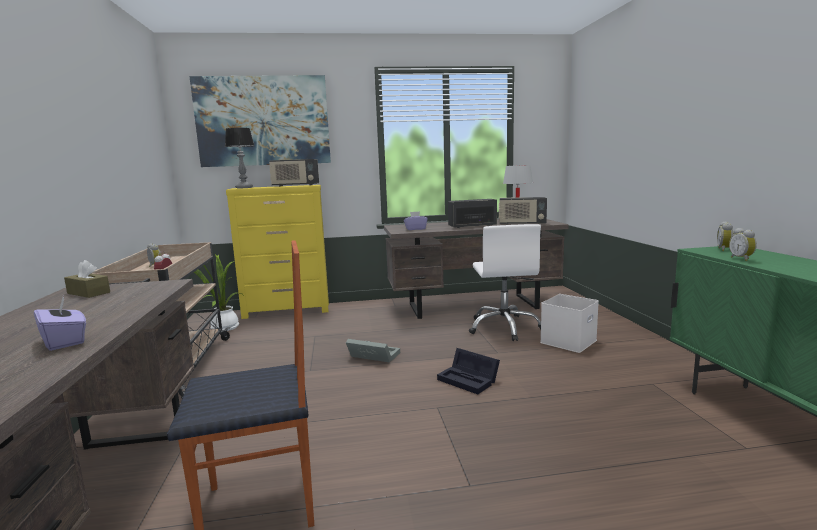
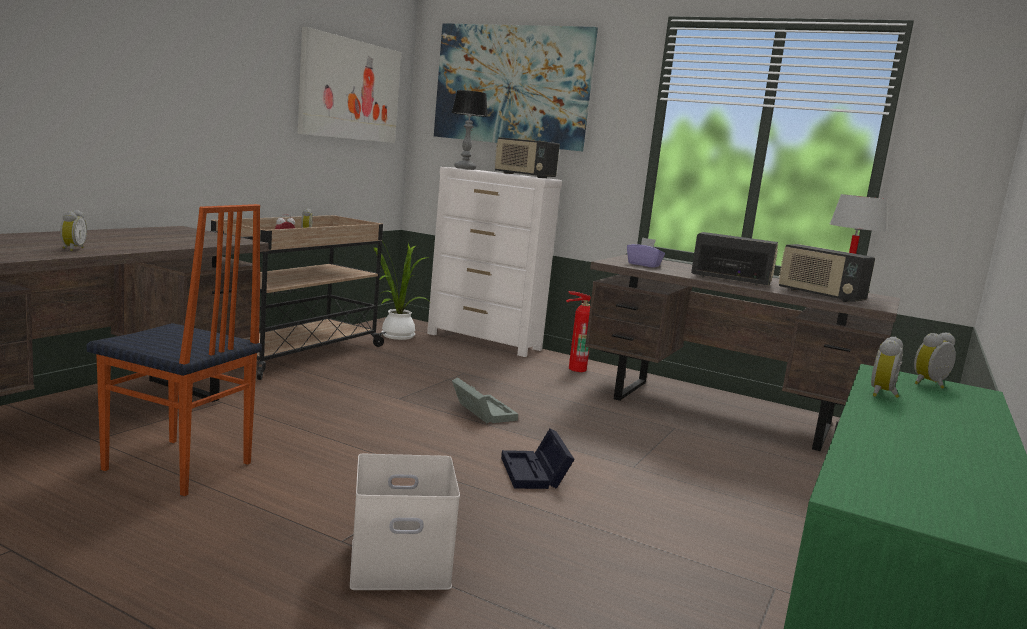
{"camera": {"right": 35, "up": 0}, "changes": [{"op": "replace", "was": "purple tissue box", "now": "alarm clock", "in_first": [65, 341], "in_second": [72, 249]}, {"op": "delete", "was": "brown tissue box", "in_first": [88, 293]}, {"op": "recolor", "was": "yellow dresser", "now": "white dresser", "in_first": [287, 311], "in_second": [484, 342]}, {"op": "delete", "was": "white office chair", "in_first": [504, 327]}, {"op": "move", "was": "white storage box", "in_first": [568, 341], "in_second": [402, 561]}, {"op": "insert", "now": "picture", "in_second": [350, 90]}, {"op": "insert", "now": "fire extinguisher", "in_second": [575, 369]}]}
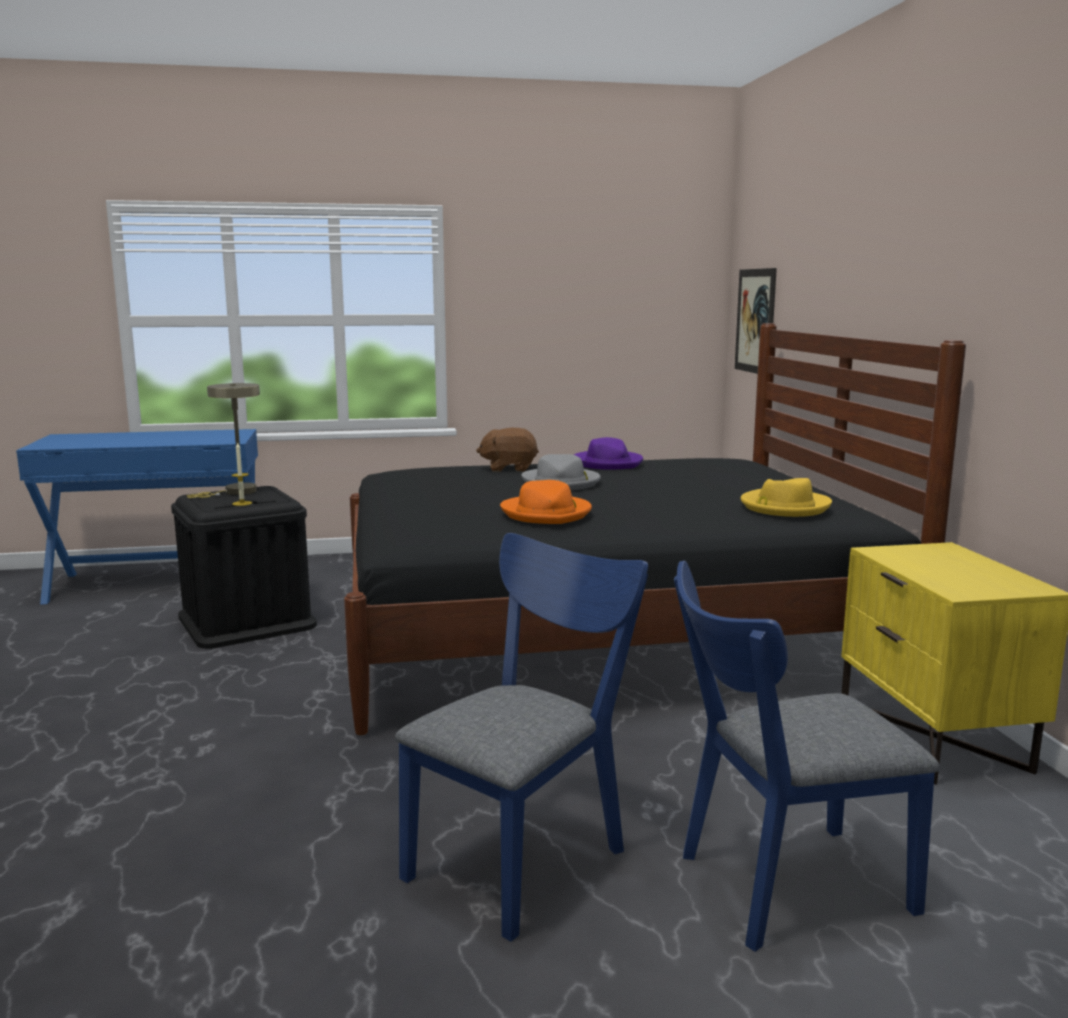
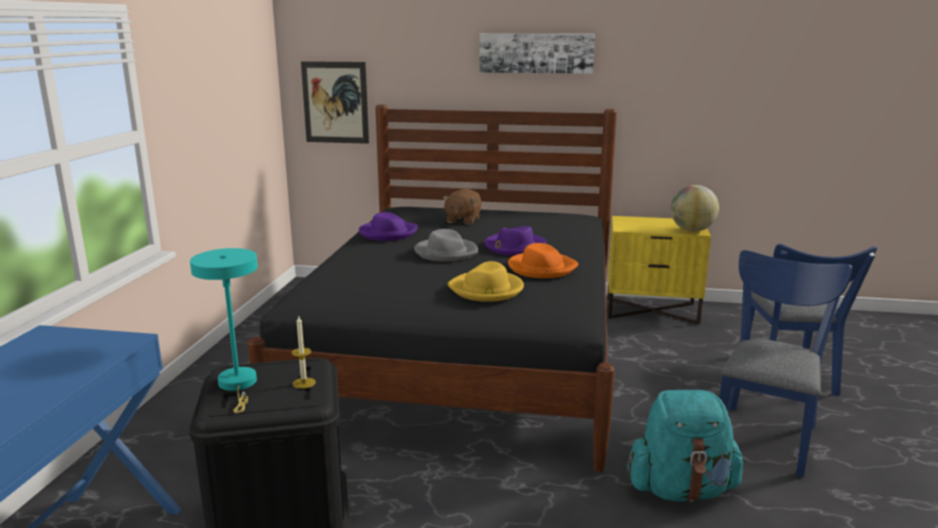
{"camera": {"right": -70, "up": 5}, "changes": [{"op": "recolor", "was": "beige table lamp", "now": "turquoise table lamp", "in_first": [235, 492], "in_second": [238, 385]}, {"op": "rotate", "was": "blue chair", "in_first": [525, 855], "in_second": [765, 434], "clockwise": 60}, {"op": "move", "was": "brown plush toy", "in_first": [509, 468], "in_second": [462, 220]}, {"op": "move", "was": "yellow hat", "in_first": [784, 507], "in_second": [486, 289]}, {"op": "insert", "now": "picture", "in_second": [536, 53]}, {"op": "insert", "now": "purple hat", "in_second": [514, 247]}, {"op": "insert", "now": "turquoise backpack", "in_second": [681, 489]}, {"op": "insert", "now": "globe", "in_second": [692, 230]}]}
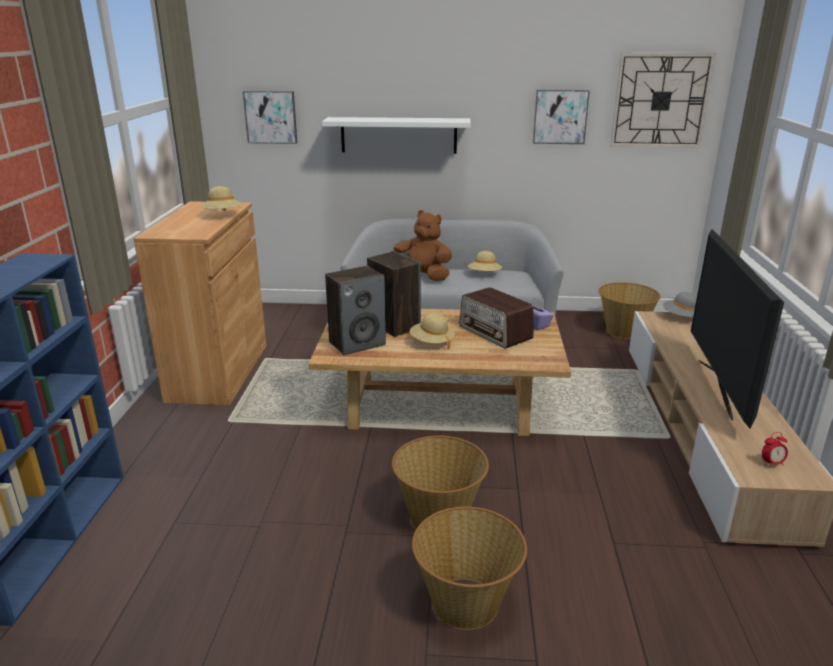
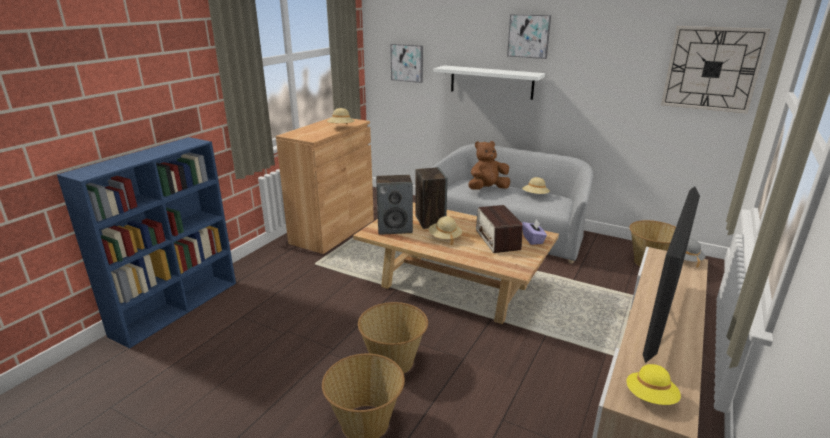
{"camera": {"right": 25, "up": 0}, "changes": [{"op": "rotate", "was": "brown plush toy", "in_first": [422, 276], "in_second": [487, 189], "clockwise": -75}, {"op": "move", "was": "picture", "in_first": [560, 116], "in_second": [529, 36]}, {"op": "replace", "was": "alarm clock", "now": "yellow hat", "in_first": [772, 464], "in_second": [650, 397]}]}
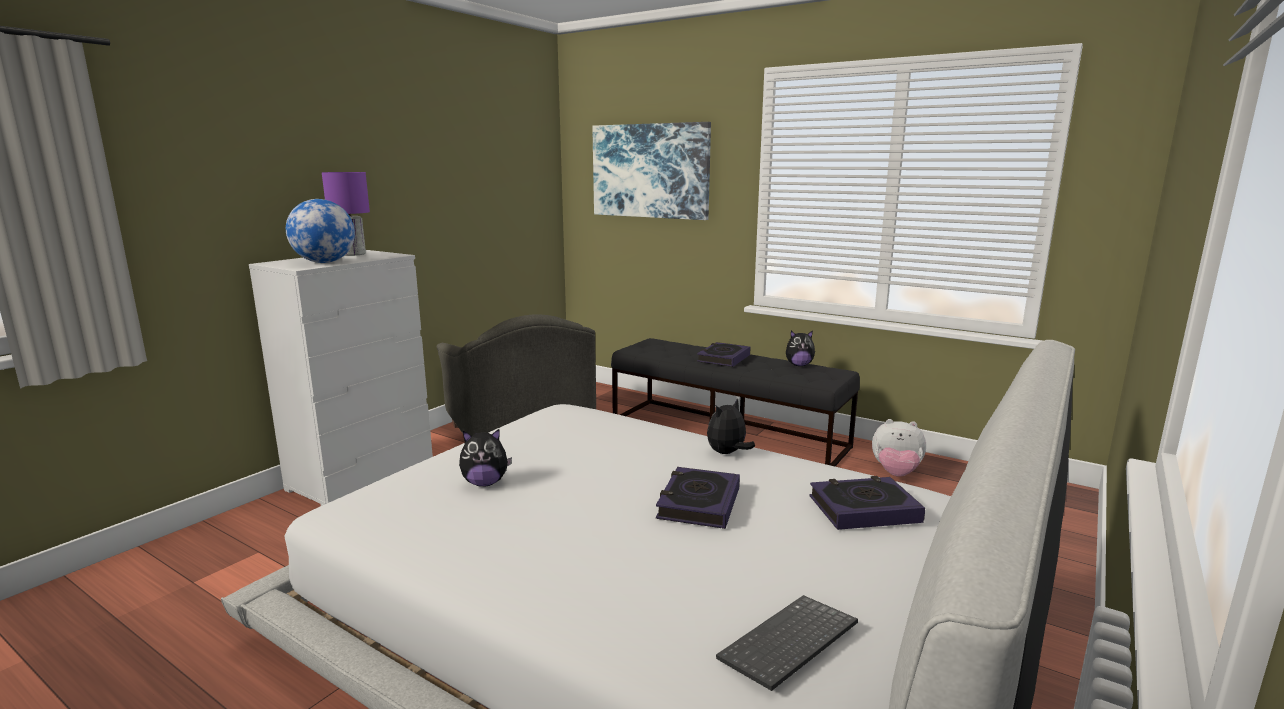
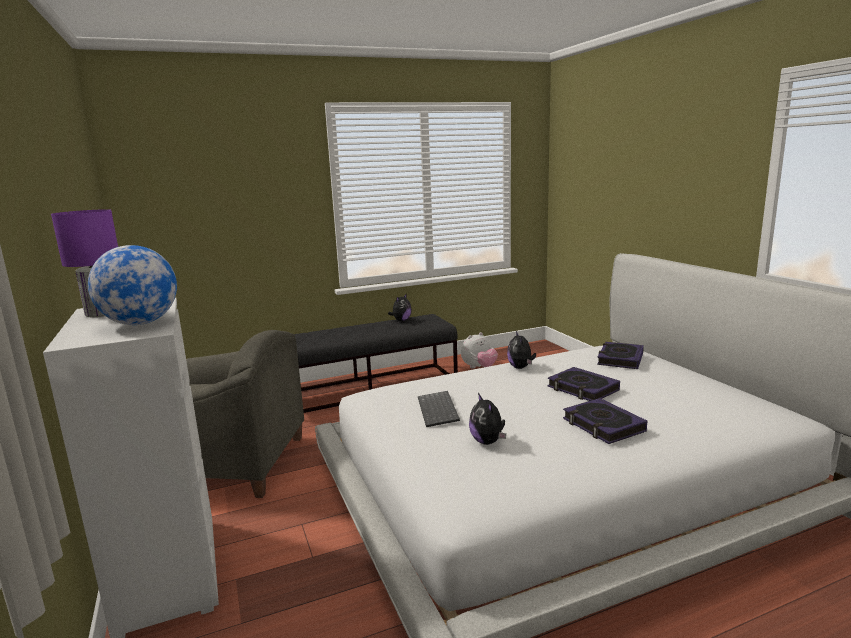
{"camera": {"right": -55, "up": 0}, "changes": [{"op": "rotate", "was": "plush toy", "in_first": [485, 483], "in_second": [488, 442], "clockwise": 135}, {"op": "delete", "was": "picture", "in_first": [650, 171]}, {"op": "move", "was": "book", "in_first": [723, 358], "in_second": [603, 425]}, {"op": "move", "was": "keyboard", "in_first": [789, 645], "in_second": [439, 410]}]}
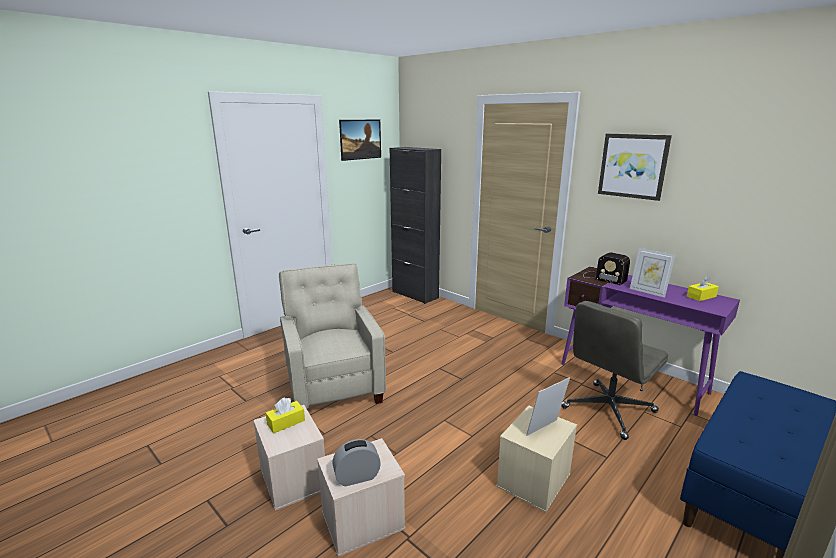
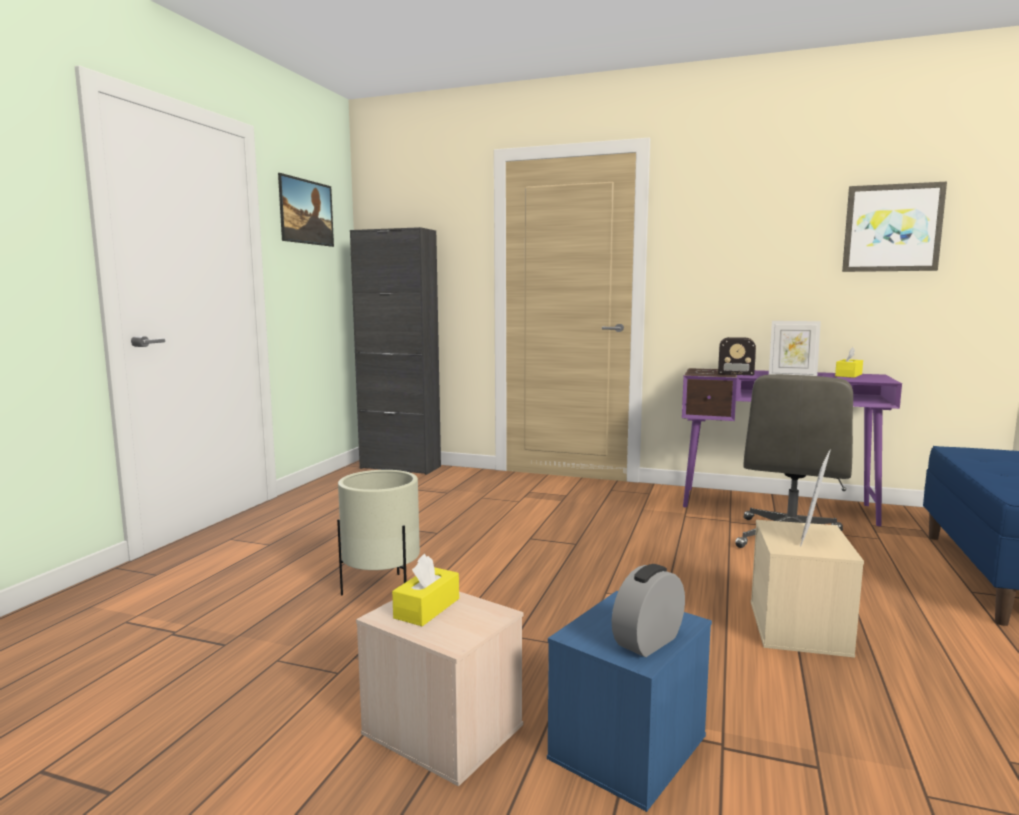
{"camera": {"right": -25, "up": -10}, "changes": [{"op": "replace", "was": "beige armchair", "now": "beige planter", "in_first": [334, 386], "in_second": [382, 590]}, {"op": "recolor", "was": "beige storage box", "now": "blue storage box", "in_first": [362, 521], "in_second": [628, 749]}, {"op": "move", "was": "picture", "in_first": [633, 166], "in_second": [892, 228]}]}
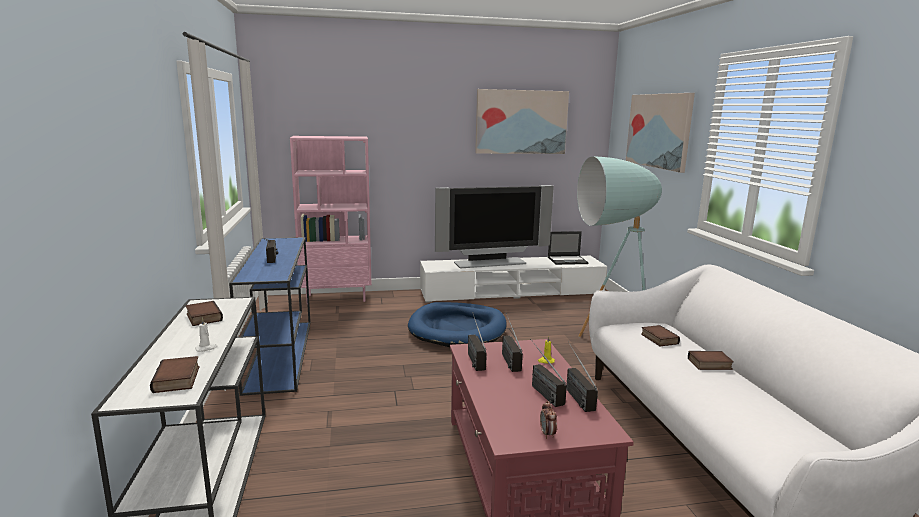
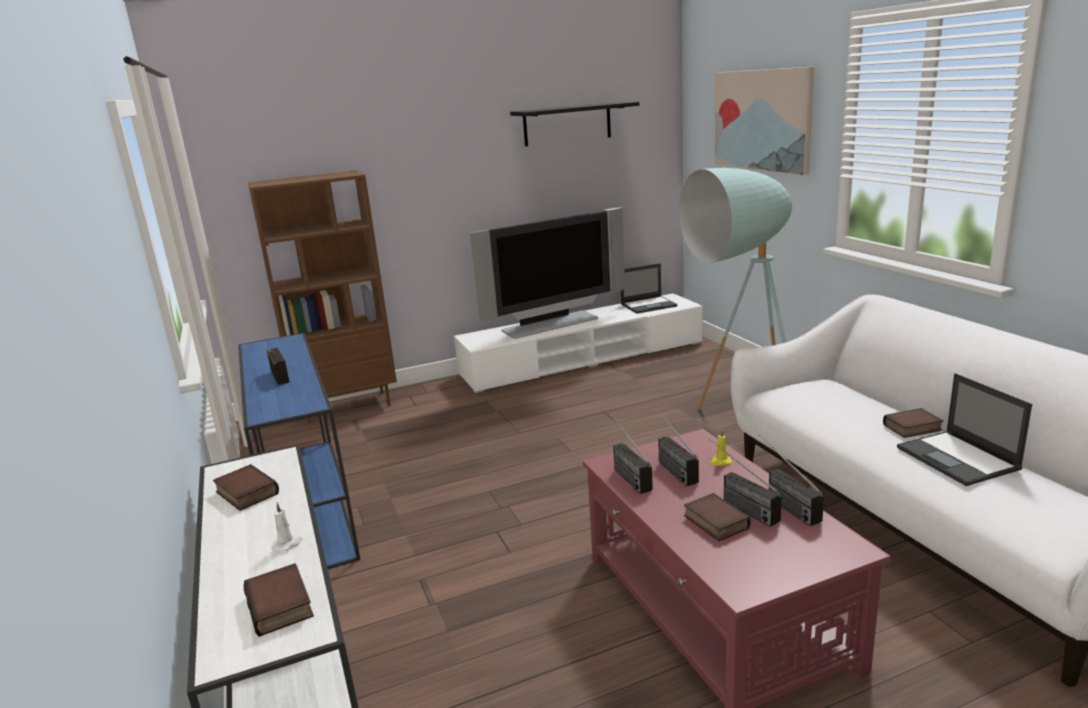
{"camera": {"right": -10, "up": 5}, "changes": [{"op": "recolor", "was": "pink bookcase", "now": "brown bookcase", "in_first": [337, 298], "in_second": [347, 407]}, {"op": "delete", "was": "blue dog bed", "in_first": [457, 329]}, {"op": "replace", "was": "picture", "now": "black shelf", "in_first": [521, 122], "in_second": [567, 124]}, {"op": "delete", "was": "alarm clock", "in_first": [547, 434]}, {"op": "move", "was": "book", "in_first": [658, 339], "in_second": [714, 522]}, {"op": "insert", "now": "laptop", "in_second": [958, 459]}]}
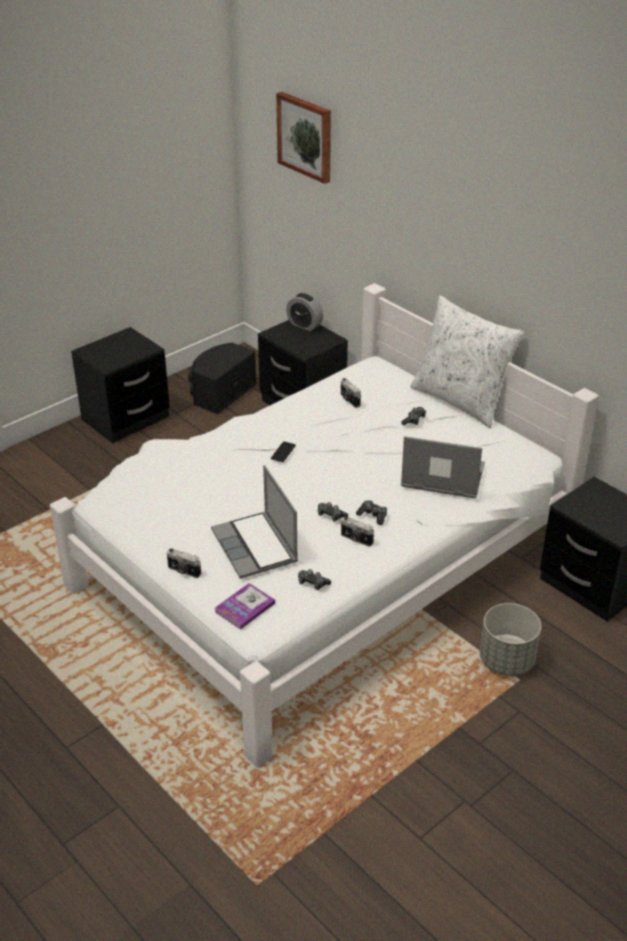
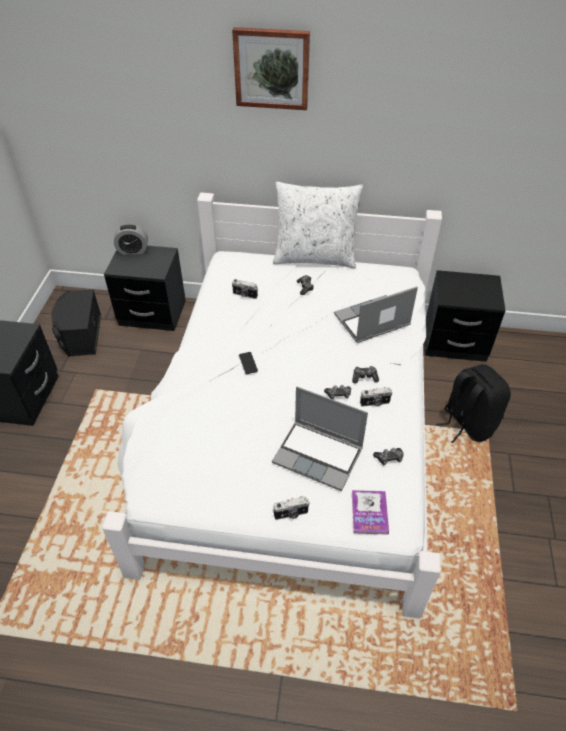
{"camera": {"right": -40, "up": 10}, "changes": [{"op": "move", "was": "picture", "in_first": [305, 136], "in_second": [272, 68]}, {"op": "replace", "was": "grey planter", "now": "black backpack", "in_first": [506, 660], "in_second": [467, 423]}]}
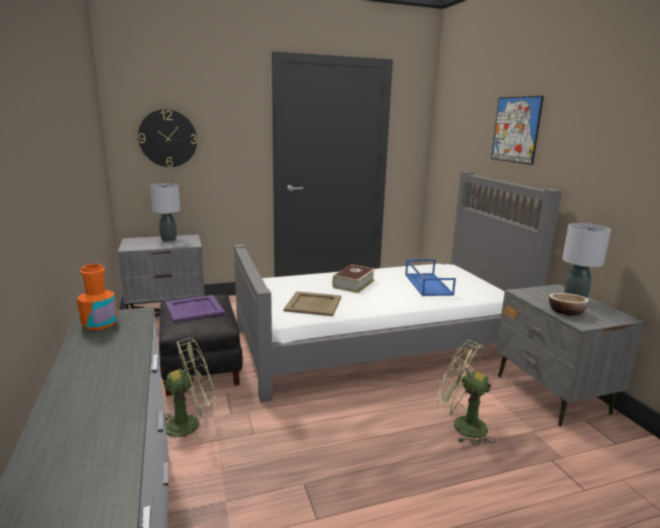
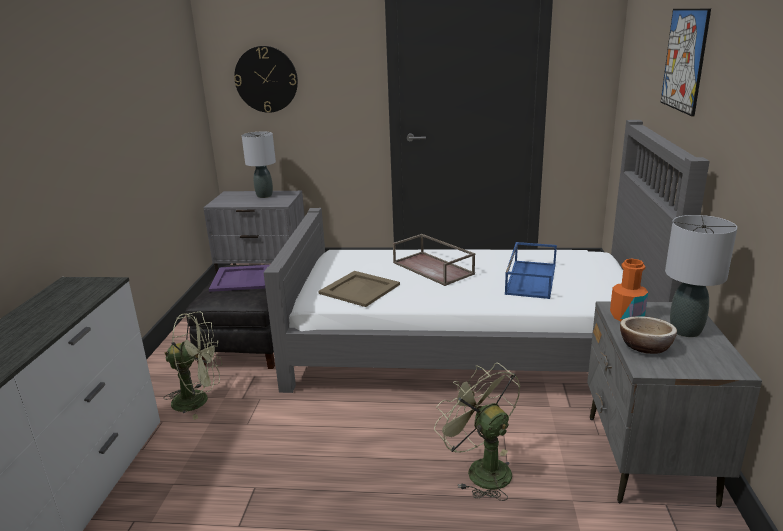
{"camera": {"right": 25, "up": 5}, "changes": [{"op": "move", "was": "orange bottle", "in_first": [100, 324], "in_second": [626, 316]}, {"op": "replace", "was": "book", "now": "brown tray", "in_first": [353, 284], "in_second": [434, 268]}]}
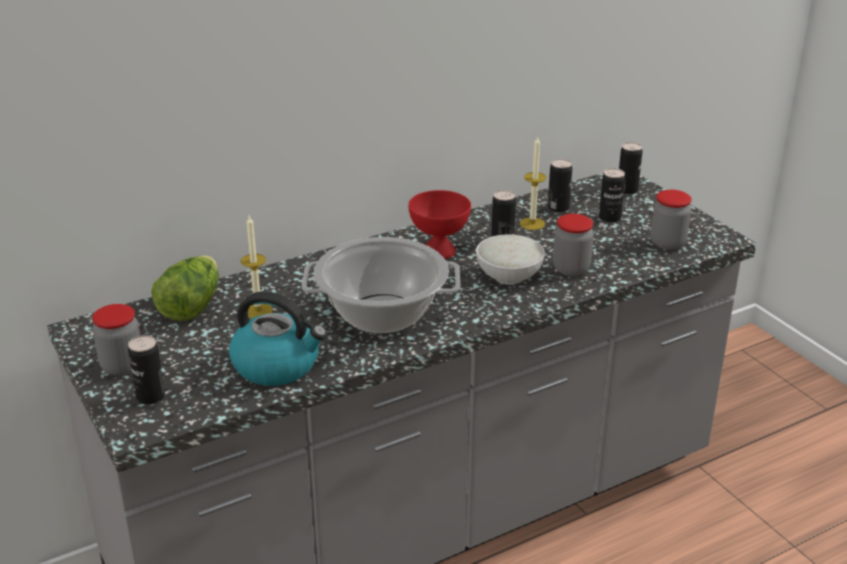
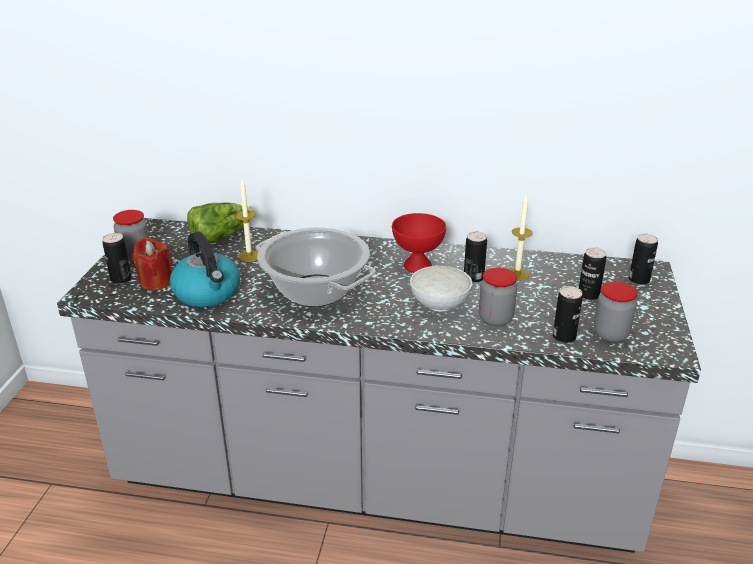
{"camera": {"right": 40, "up": 0}, "changes": [{"op": "move", "was": "can", "in_first": [558, 208], "in_second": [564, 337]}, {"op": "insert", "now": "red candle", "in_second": [156, 282]}]}
